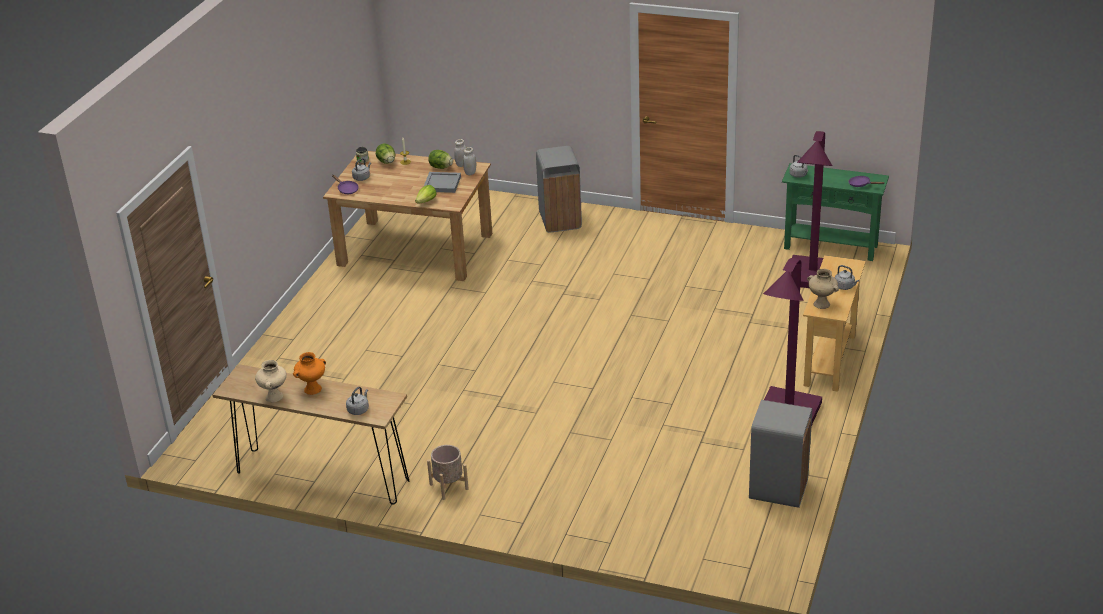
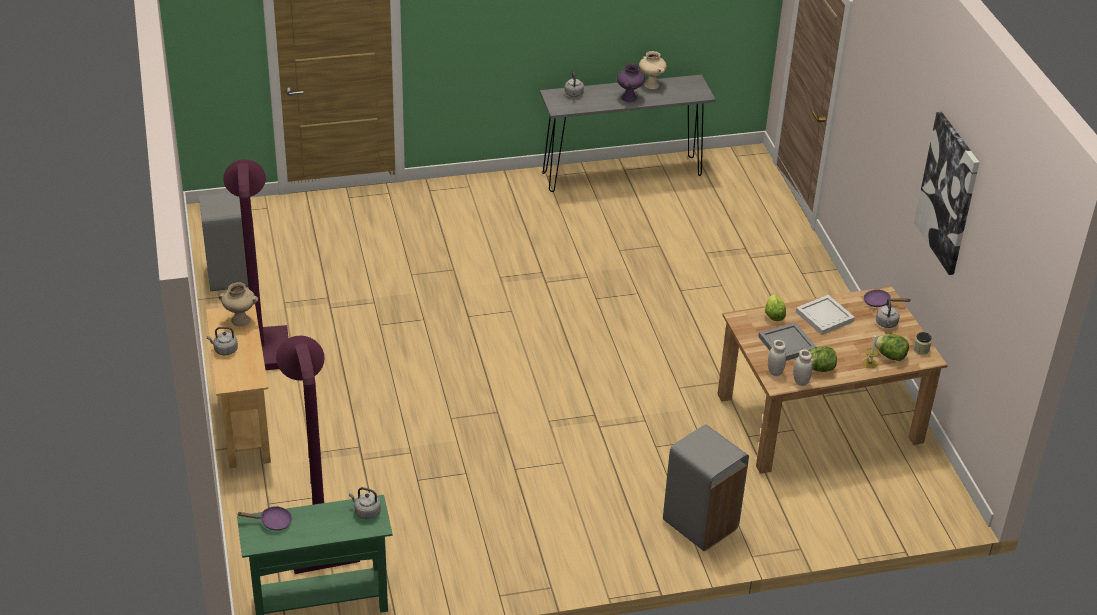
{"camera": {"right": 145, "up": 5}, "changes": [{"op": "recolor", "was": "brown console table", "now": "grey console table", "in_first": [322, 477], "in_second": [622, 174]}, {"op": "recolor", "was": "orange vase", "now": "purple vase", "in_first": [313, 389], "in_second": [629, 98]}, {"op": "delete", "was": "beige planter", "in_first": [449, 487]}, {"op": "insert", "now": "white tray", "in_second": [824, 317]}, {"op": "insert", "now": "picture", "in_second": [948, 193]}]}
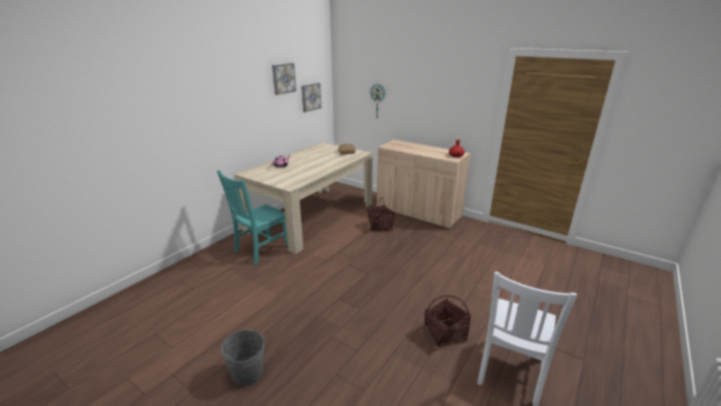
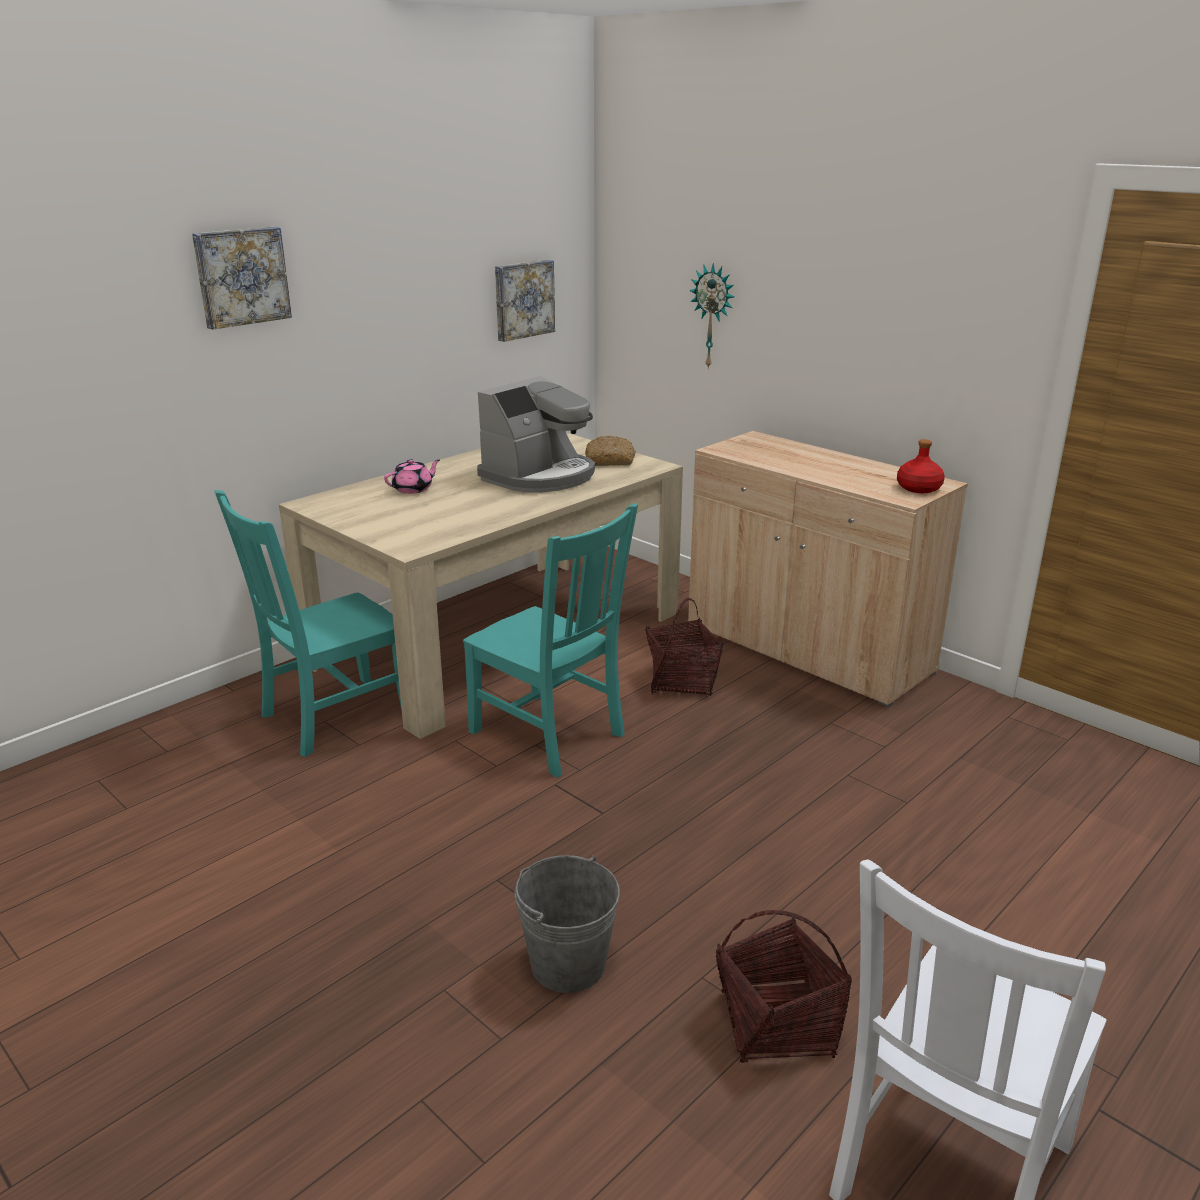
{"camera": {"right": 10, "up": 0}, "changes": [{"op": "move", "was": "grey bucket", "in_first": [247, 372], "in_second": [568, 964]}, {"op": "move", "was": "picture", "in_first": [283, 78], "in_second": [241, 276]}, {"op": "insert", "now": "turquoise chair", "in_second": [550, 735]}, {"op": "insert", "now": "coffee machine", "in_second": [540, 476]}]}
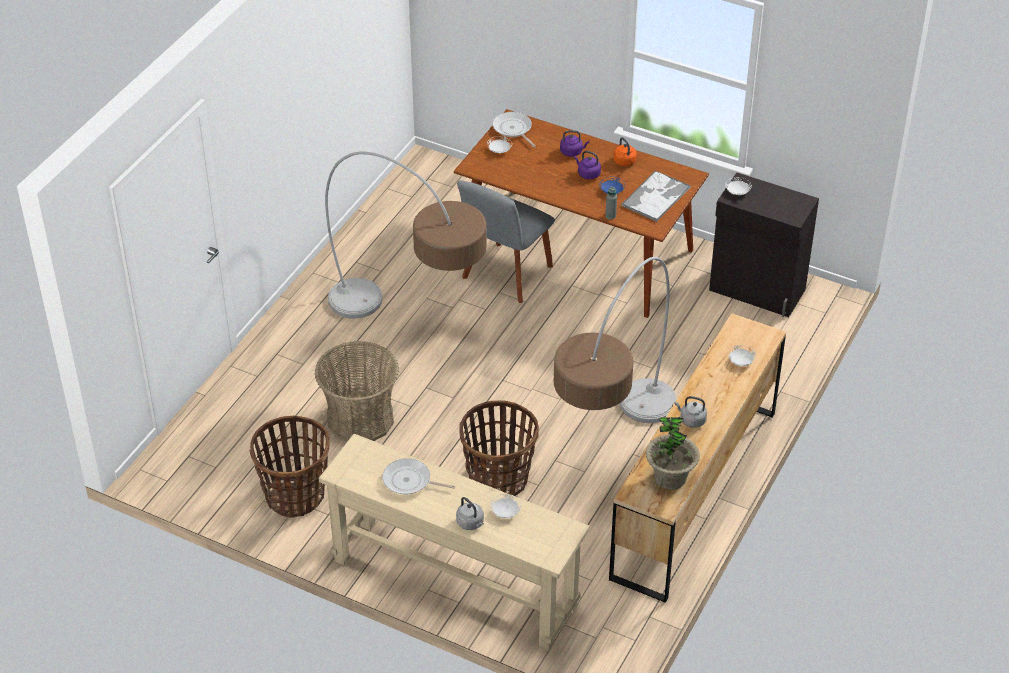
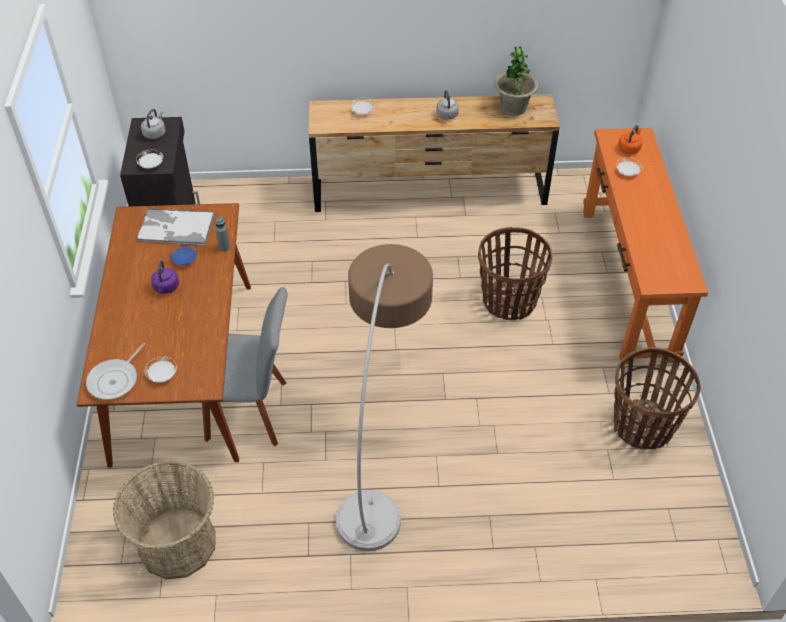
{"camera": {"right": -120, "up": 5}, "changes": [{"op": "move", "was": "basket", "in_first": [360, 419], "in_second": [177, 543]}, {"op": "recolor", "was": "beige console table", "now": "orange console table", "in_first": [454, 582], "in_second": [626, 282]}, {"op": "delete", "was": "frying pan", "in_first": [409, 481]}, {"op": "move", "was": "grey kettle", "in_first": [471, 523], "in_second": [155, 133]}, {"op": "delete", "was": "floor lamp", "in_first": [613, 453]}, {"op": "delete", "was": "purple kettle", "in_first": [572, 152]}, {"op": "move", "was": "orange kettle", "in_first": [625, 162], "in_second": [629, 148]}]}
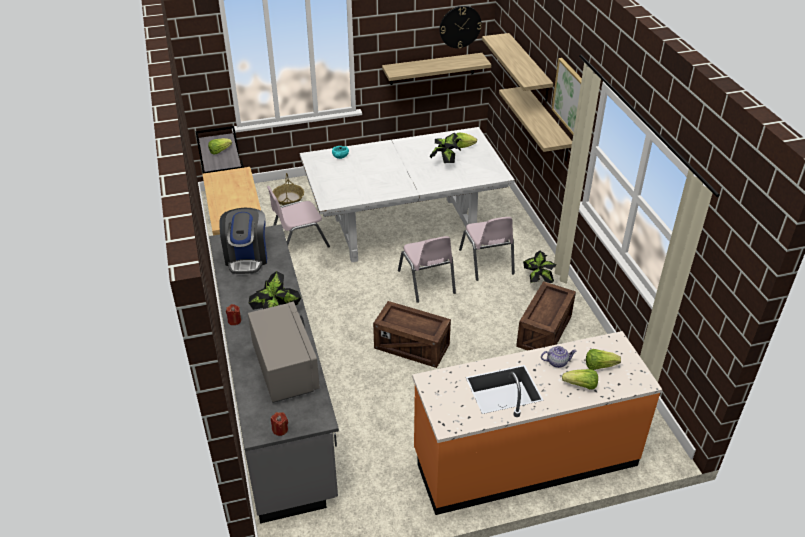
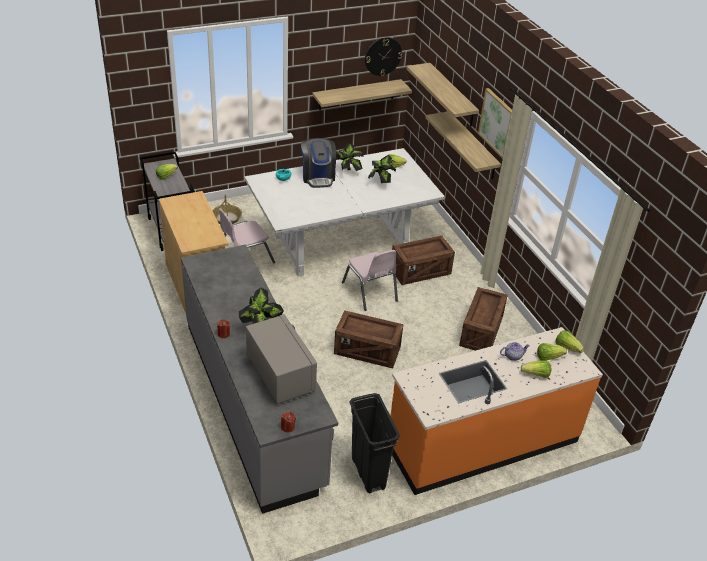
{"camera": {"right": -10, "up": 0}, "changes": [{"op": "move", "was": "coffee machine", "in_first": [247, 257], "in_second": [318, 177]}, {"op": "replace", "was": "pink chair", "now": "crate", "in_first": [486, 262], "in_second": [420, 271]}, {"op": "move", "was": "potted plant", "in_first": [537, 282], "in_second": [349, 171]}, {"op": "insert", "now": "black trash can", "in_second": [368, 473]}, {"op": "insert", "now": "lettuce", "in_second": [567, 347]}]}
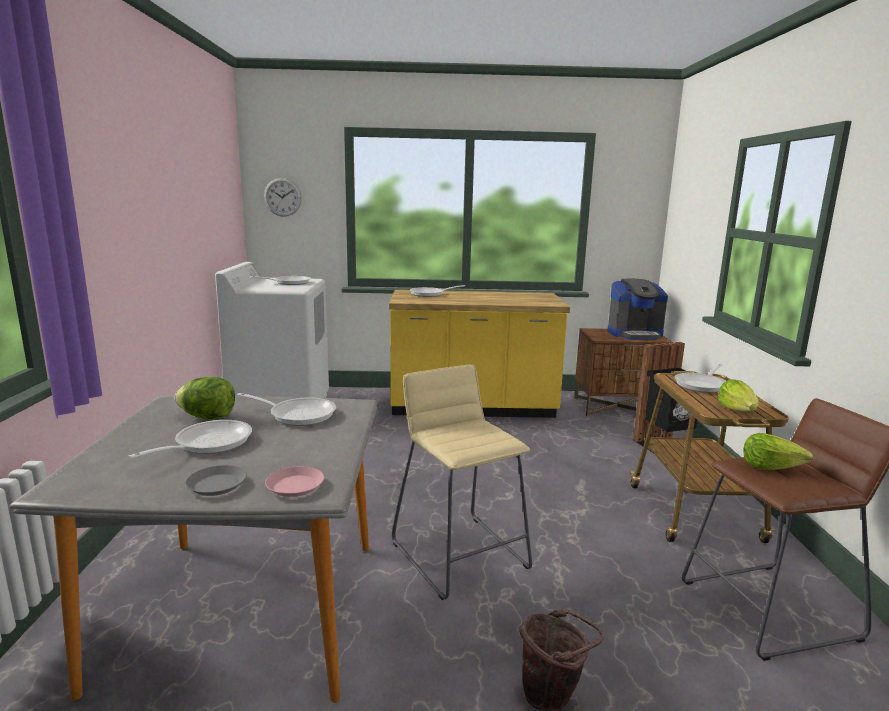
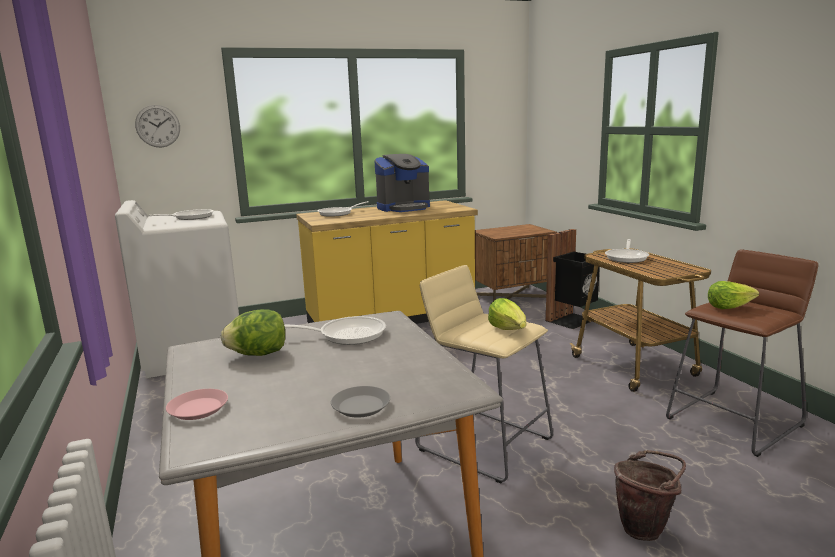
{"camera": {"right": -20, "up": 0}, "changes": [{"op": "delete", "was": "frying pan", "in_first": [207, 444]}, {"op": "move", "was": "pink plate", "in_first": [295, 486], "in_second": [198, 409]}, {"op": "move", "was": "coffee machine", "in_first": [635, 334], "in_second": [403, 208]}, {"op": "move", "was": "lettuce", "in_first": [738, 410], "in_second": [508, 329]}]}
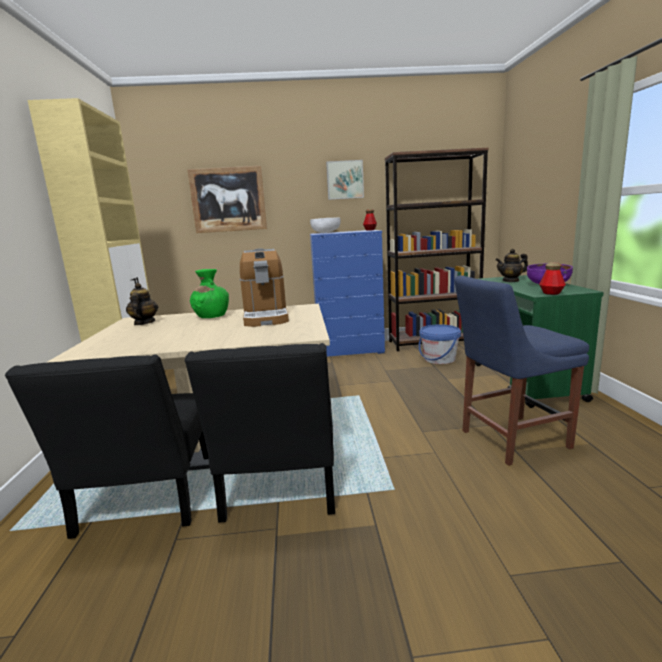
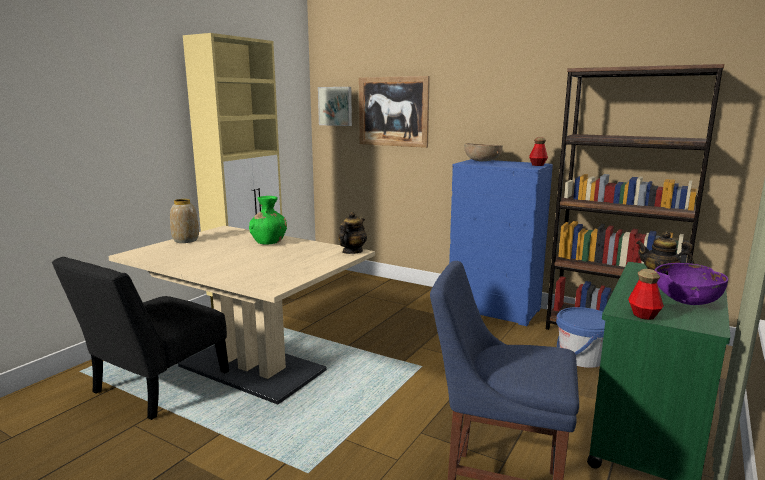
{"camera": {"right": 35, "up": 0}, "changes": [{"op": "move", "was": "teapot", "in_first": [144, 323], "in_second": [352, 252]}, {"op": "delete", "was": "black chair", "in_first": [280, 488]}, {"op": "delete", "was": "coffee machine", "in_first": [266, 316]}, {"op": "recolor", "was": "white bowl", "now": "brown bowl", "in_first": [325, 233], "in_second": [482, 161]}, {"op": "move", "was": "picture", "in_first": [345, 180], "in_second": [336, 106]}, {"op": "insert", "now": "vase", "in_second": [186, 240]}]}
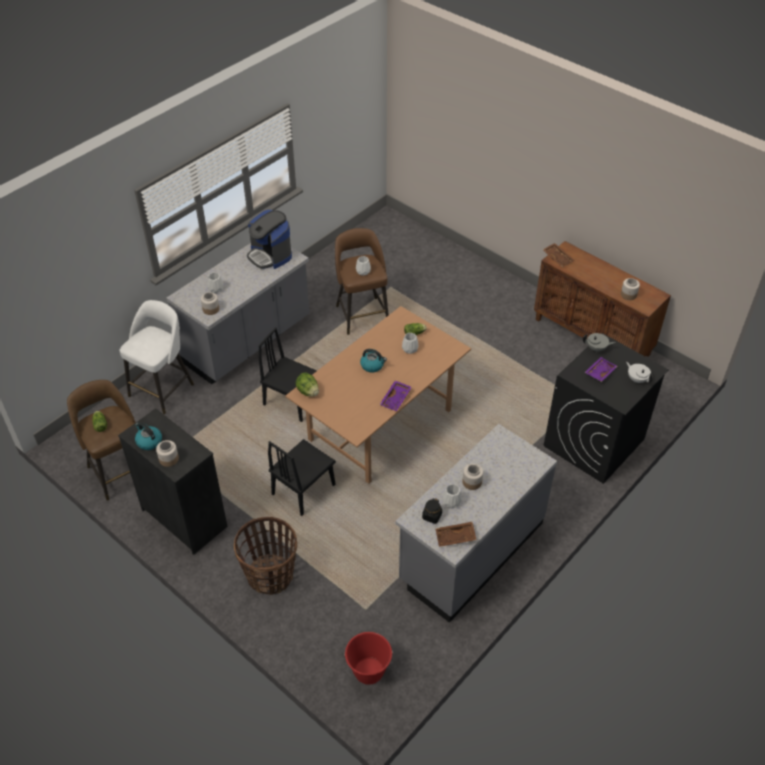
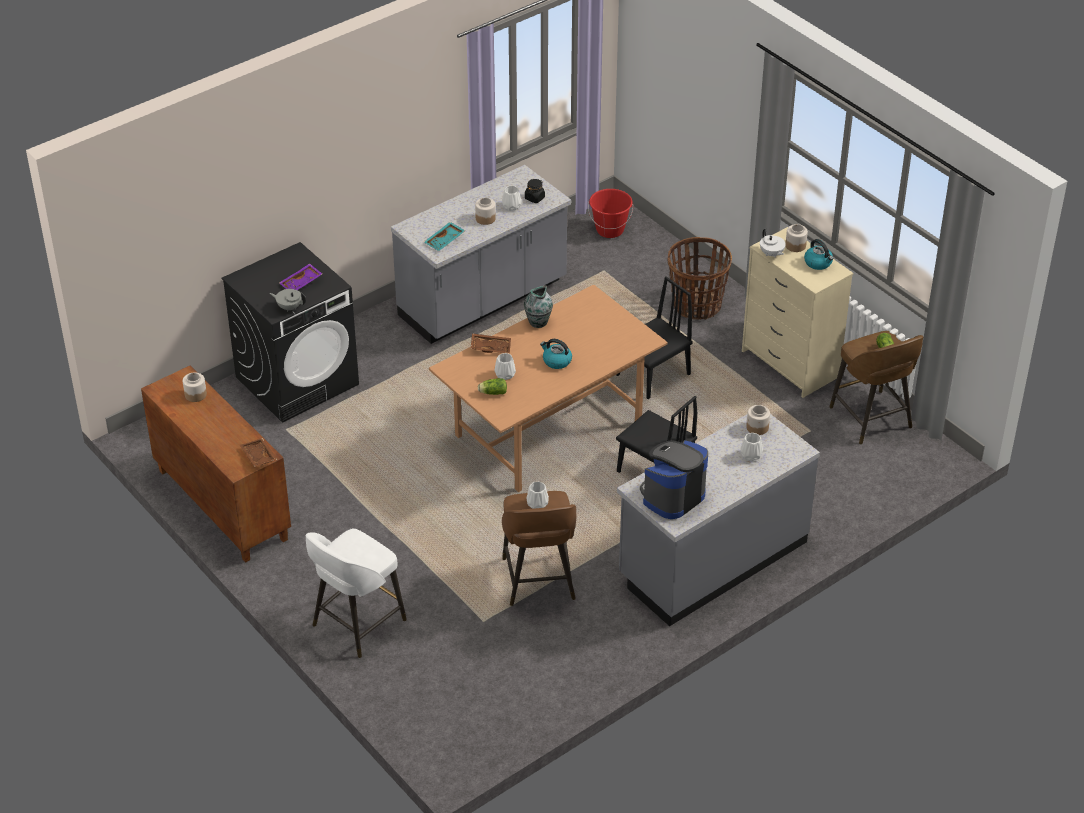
{"camera": {"right": -170, "up": -5}, "changes": [{"op": "recolor", "was": "black dresser", "now": "beige dresser", "in_first": [185, 518], "in_second": [789, 364]}, {"op": "move", "was": "white stool", "in_first": [163, 389], "in_second": [357, 624]}, {"op": "rotate", "was": "coffee machine", "in_first": [270, 255], "in_second": [672, 496], "clockwise": -105}, {"op": "delete", "was": "lettuce", "in_first": [308, 392]}, {"op": "replace", "was": "purple tray", "now": "vase", "in_first": [396, 399], "in_second": [538, 322]}, {"op": "move", "was": "brown tray", "in_first": [455, 538], "in_second": [491, 347]}, {"op": "move", "was": "white teapot", "in_first": [637, 379], "in_second": [771, 254]}, {"op": "insert", "now": "turquoise tray", "in_second": [445, 241]}]}
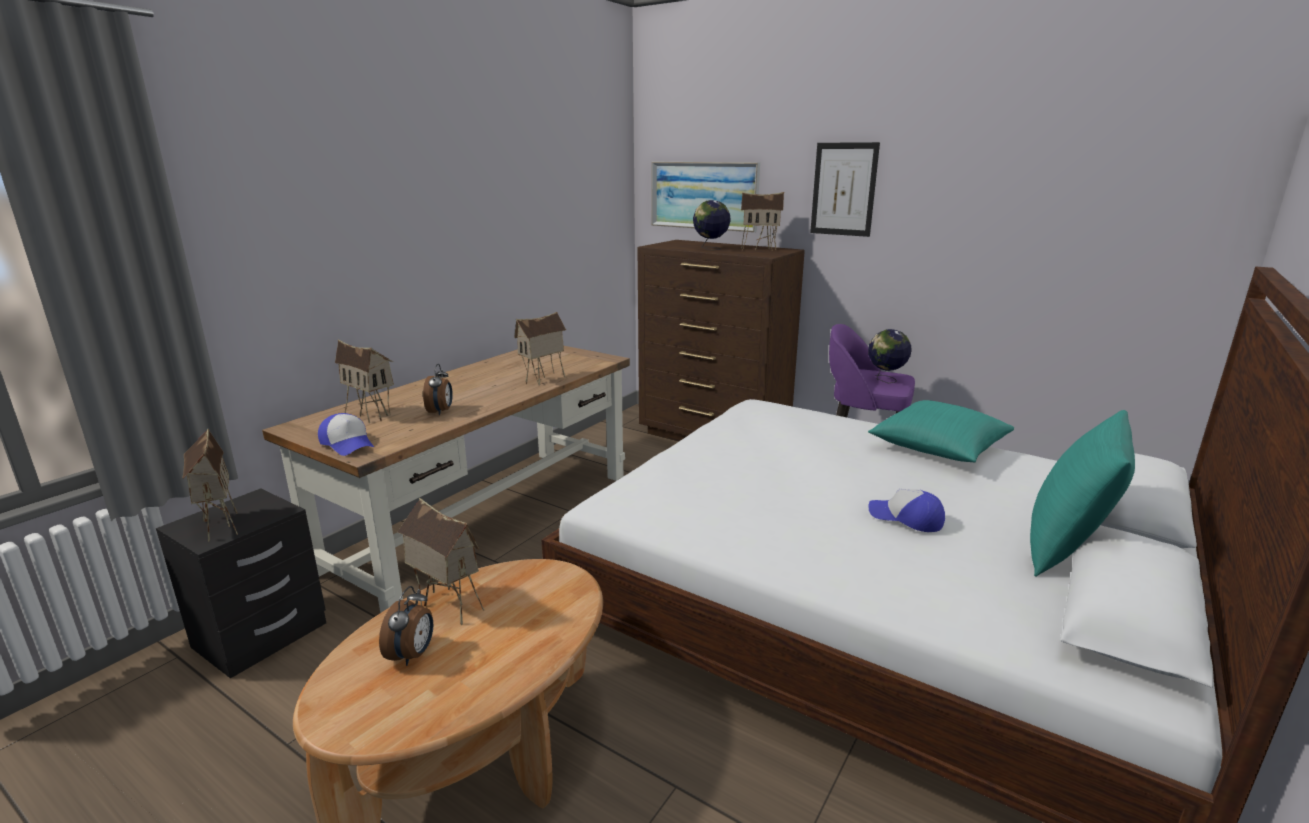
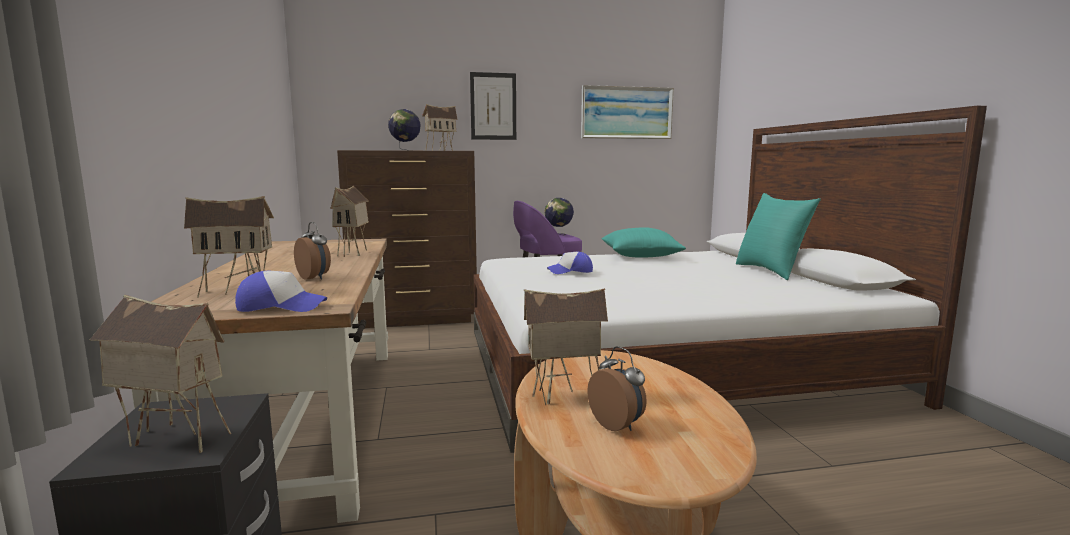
{"camera": {"right": -45, "up": -10}, "changes": [{"op": "move", "was": "picture", "in_first": [704, 195], "in_second": [626, 113]}, {"op": "move", "was": "cap", "in_first": [906, 518], "in_second": [570, 271]}]}
